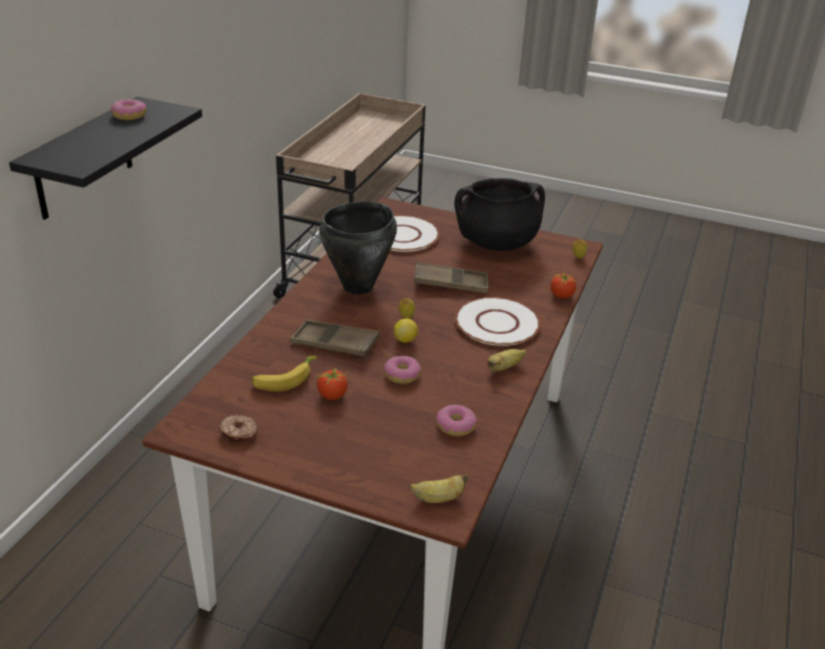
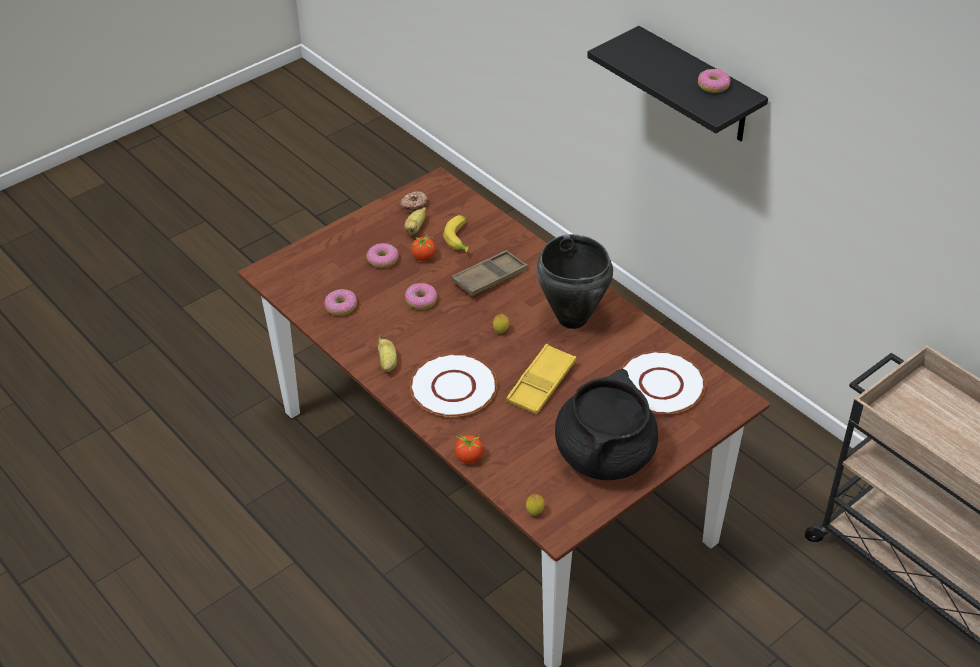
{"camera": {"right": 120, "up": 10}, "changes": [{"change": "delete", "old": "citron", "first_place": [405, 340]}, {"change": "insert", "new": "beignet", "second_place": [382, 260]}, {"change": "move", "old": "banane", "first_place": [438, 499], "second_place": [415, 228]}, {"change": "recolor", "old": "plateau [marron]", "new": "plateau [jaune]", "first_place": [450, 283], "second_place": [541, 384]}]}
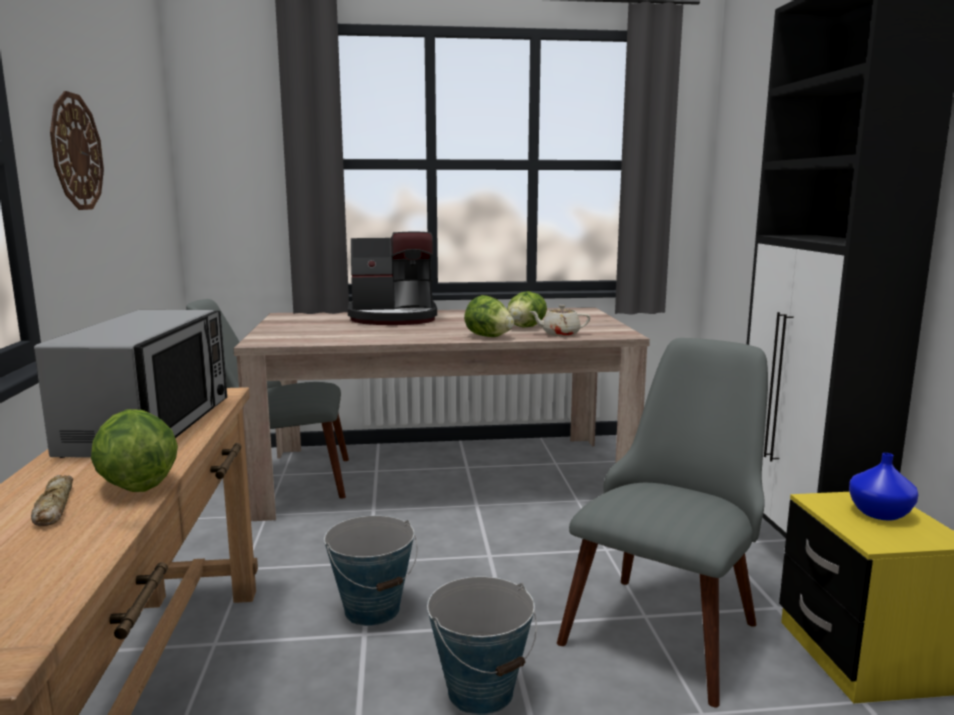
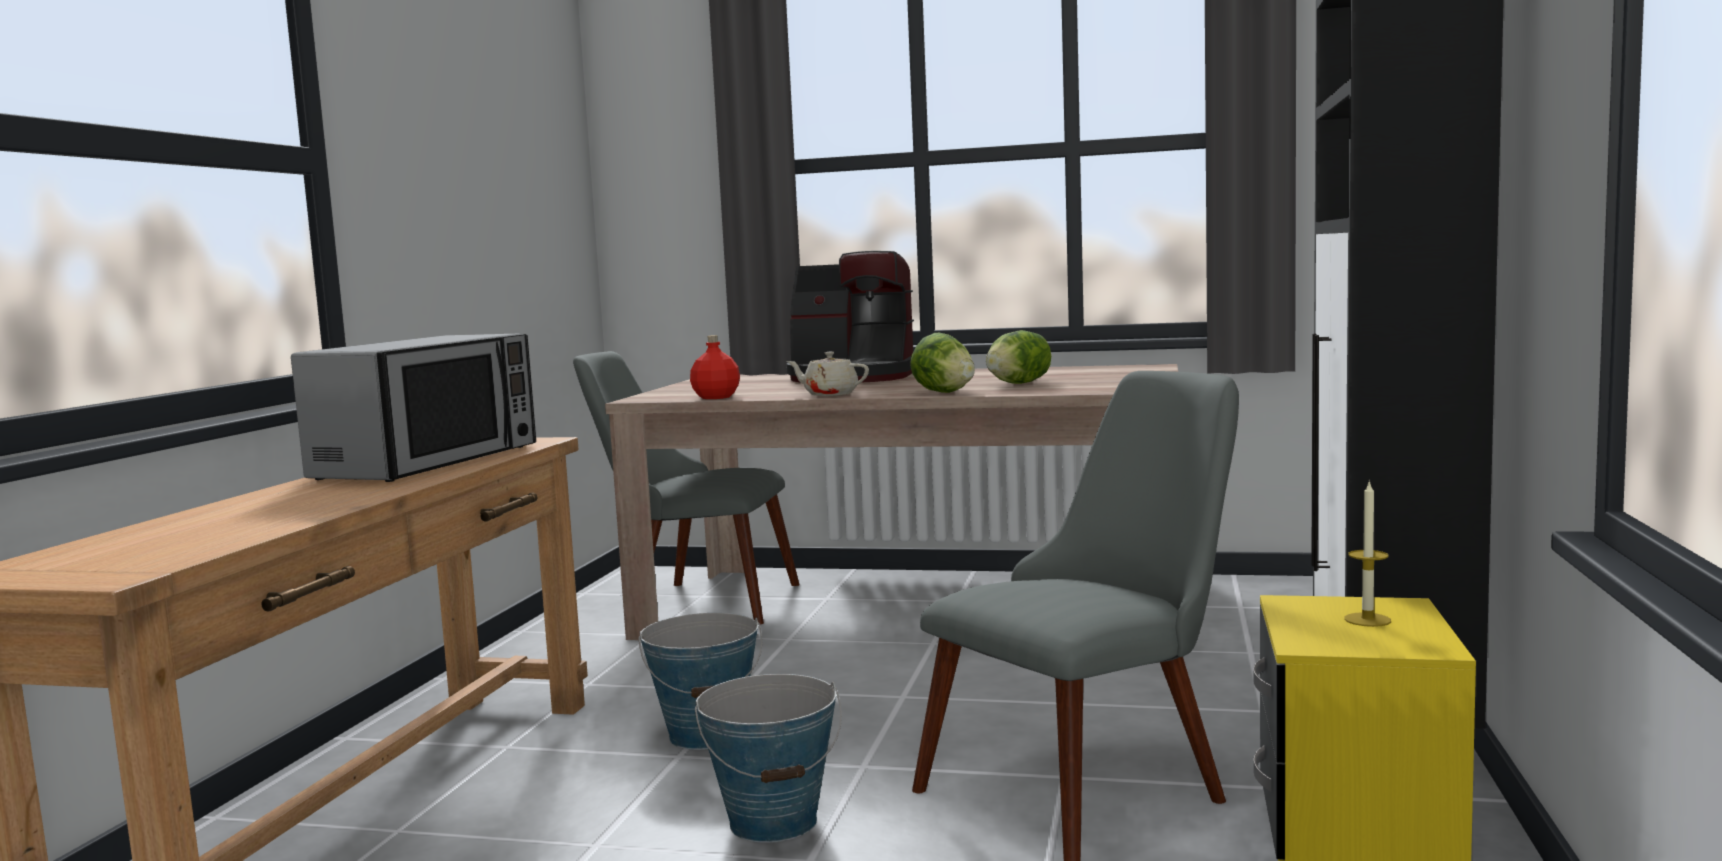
{"camera": {"right": 20, "up": -5}, "changes": [{"change": "delete", "old": "pain", "first_place": [53, 507]}, {"change": "delete", "old": "horloge murale", "first_place": [76, 152]}, {"change": "delete", "old": "laitue", "first_place": [136, 485]}, {"change": "insert", "new": "bouteille [rouge]", "second_place": [716, 397]}, {"change": "move", "old": "théière [beige]", "first_place": [560, 334], "second_place": [829, 394]}, {"change": "replace", "old": "vase [bleu]", "new": "bougie", "first_place": [879, 514], "second_place": [1367, 620]}]}
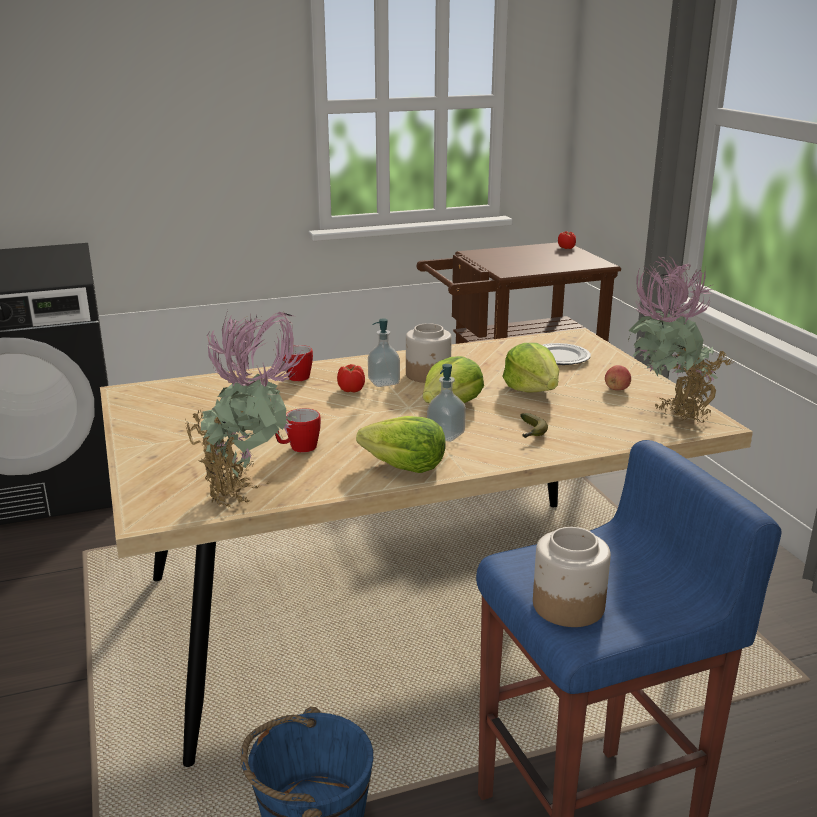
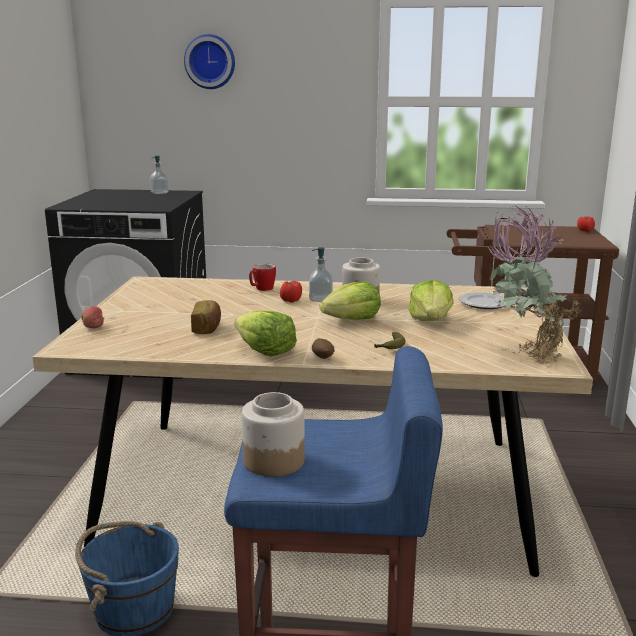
{"camera": {"right": 25, "up": -5}, "changes": [{"change": "delete", "old": "plante en pot", "first_place": [251, 494]}, {"change": "insert", "new": "horloge murale", "second_place": [210, 62]}, {"change": "insert", "new": "pomme de terre", "second_place": [323, 358]}, {"change": "move", "old": "distributeur de savon", "first_place": [445, 435], "second_place": [159, 193]}, {"change": "move", "old": "pomme", "first_place": [616, 389], "second_place": [94, 327]}, {"change": "replace", "old": "mug", "new": "pain", "first_place": [298, 448], "second_place": [207, 328]}]}
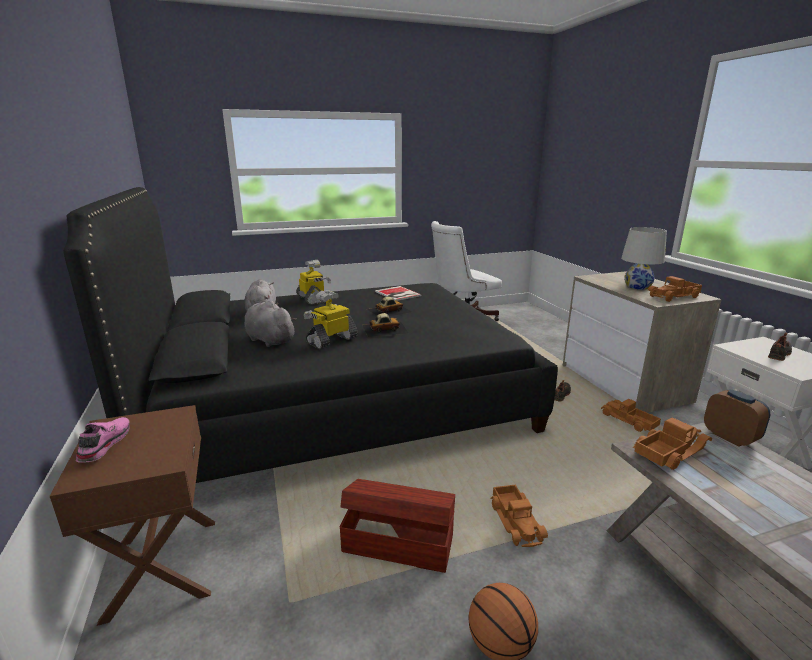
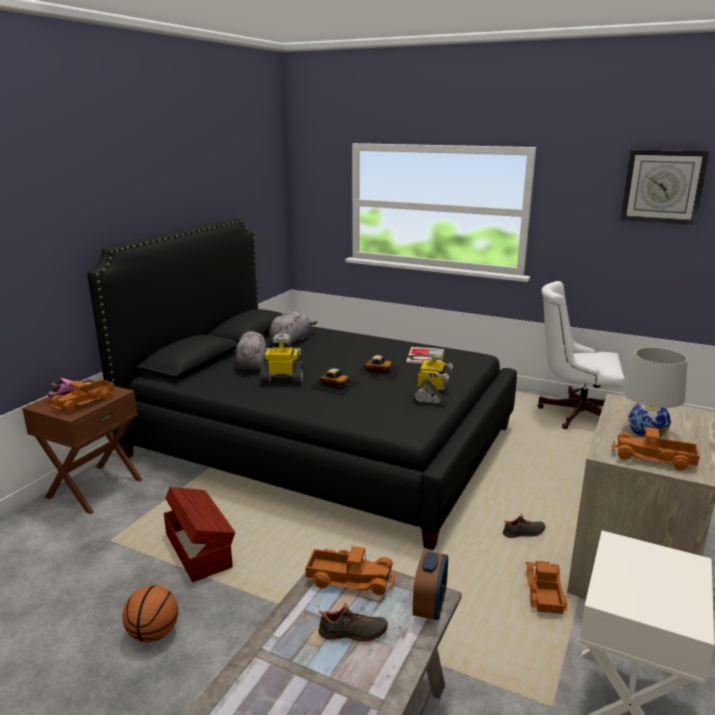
{"camera": {"right": 45, "up": 0}, "changes": [{"change": "insert", "new": "horloge murale", "second_place": [663, 186]}, {"change": "move", "old": "robot jouet", "first_place": [313, 299], "second_place": [431, 395]}, {"change": "move", "old": "camion jouet", "first_place": [517, 521], "second_place": [85, 402]}, {"change": "move", "old": "chaussure [noir]", "first_place": [779, 354], "second_place": [353, 634]}]}
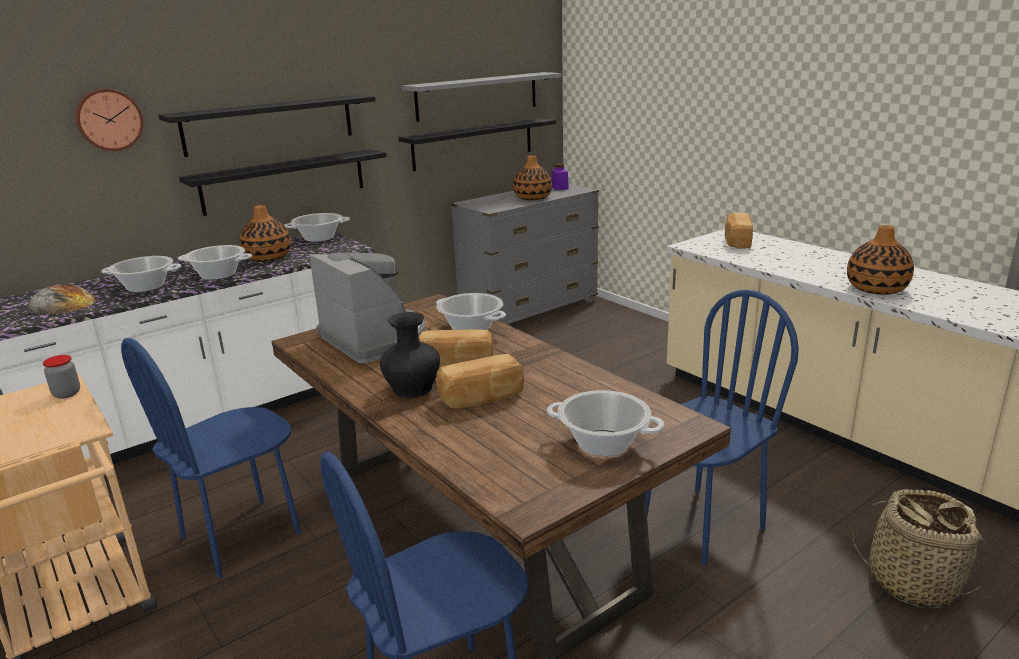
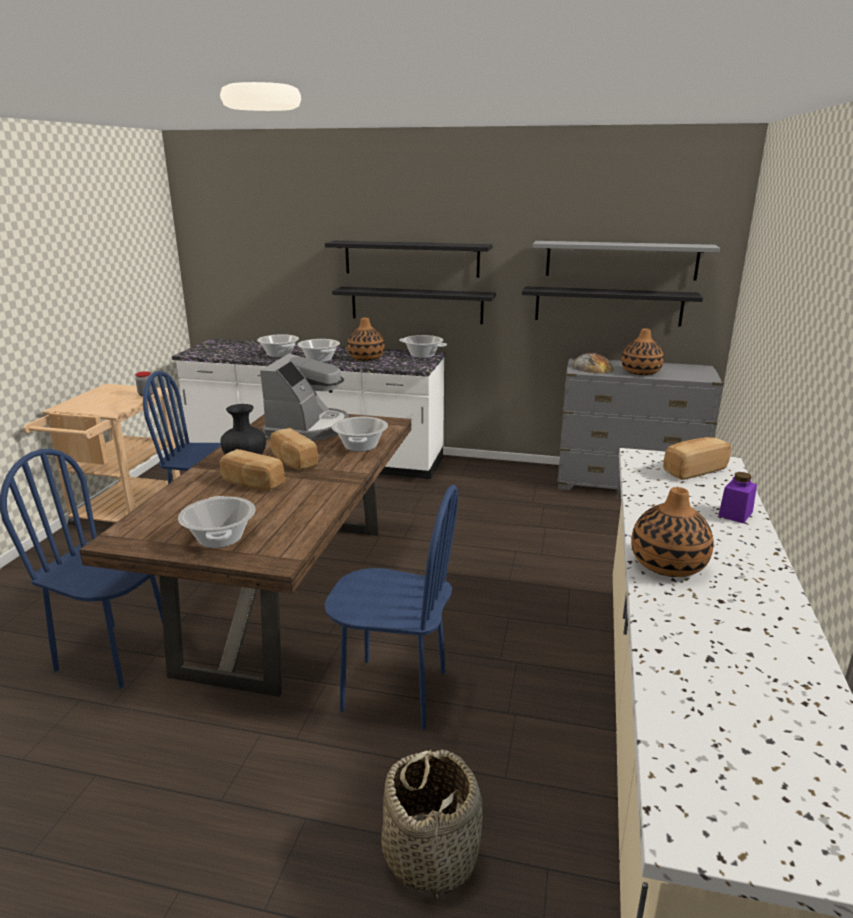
{"camera": {"right": 50, "up": 0}, "changes": [{"change": "delete", "old": "horloge murale", "first_place": [109, 119]}, {"change": "move", "old": "pain", "first_place": [61, 304], "second_place": [592, 367]}, {"change": "move", "old": "bocal [violet]", "first_place": [559, 188], "second_place": [735, 514]}]}
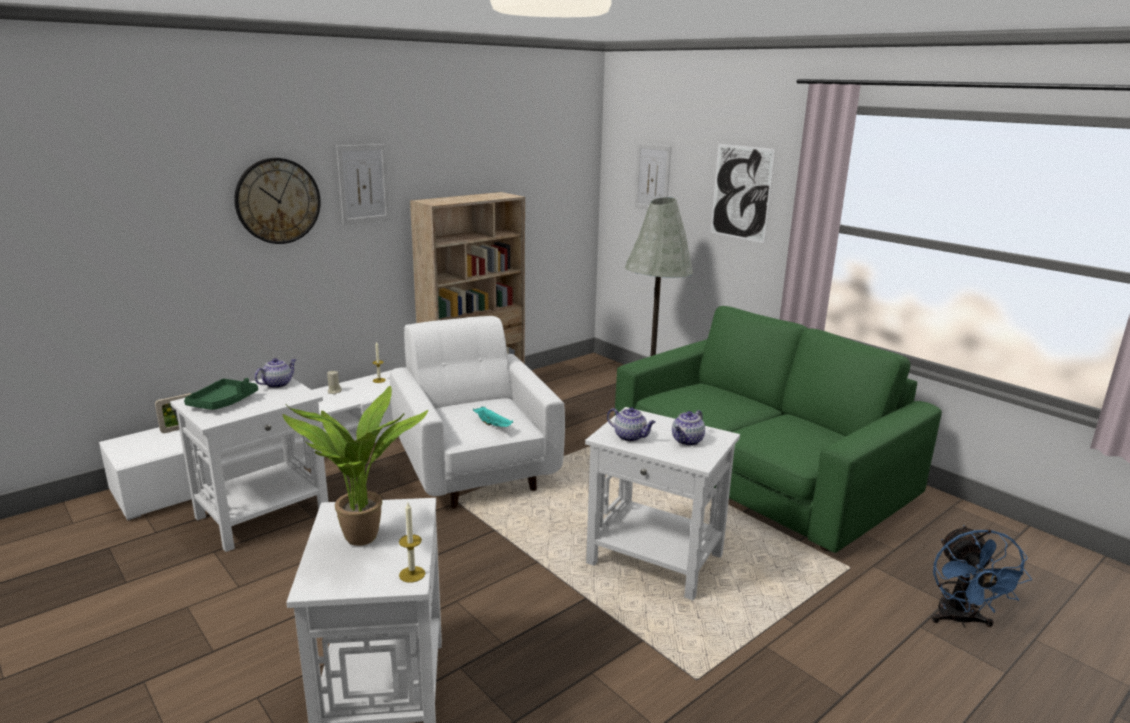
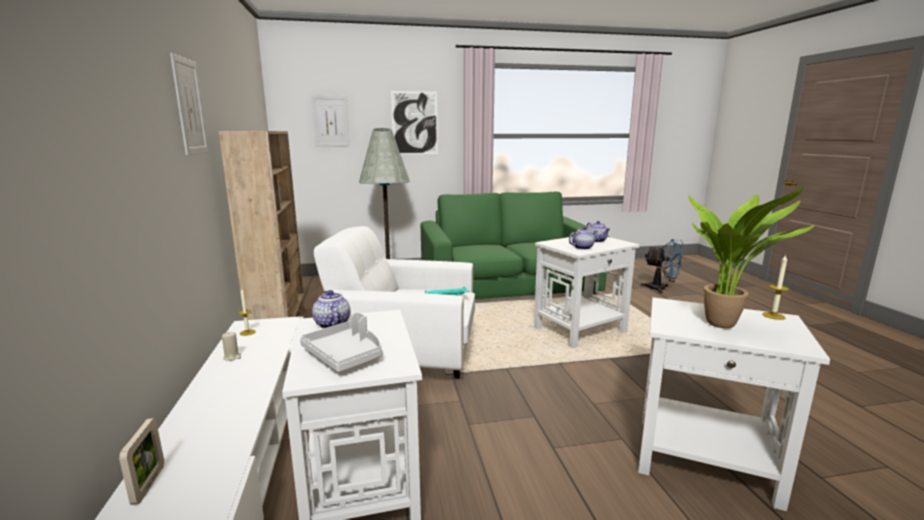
{"camera": {"right": -60, "up": -5}, "changes": [{"change": "delete", "old": "horloge murale", "first_place": [278, 201]}, {"change": "recolor", "old": "plateau [vert]", "new": "plateau [gris]", "first_place": [223, 402], "second_place": [345, 355]}]}
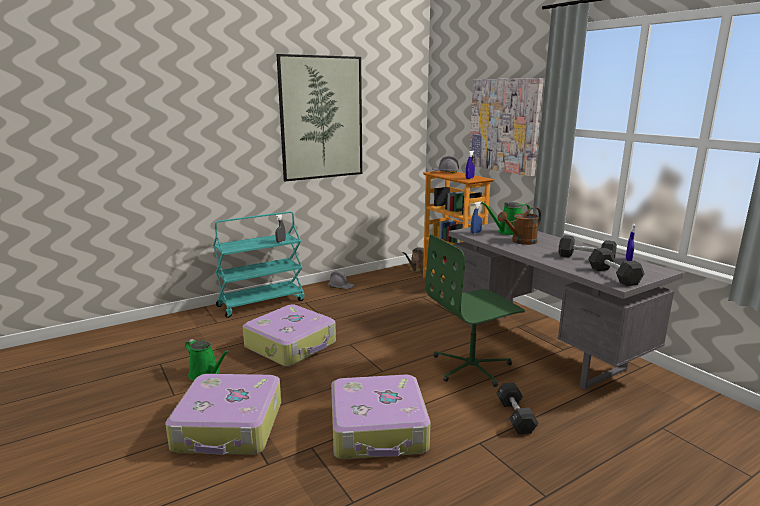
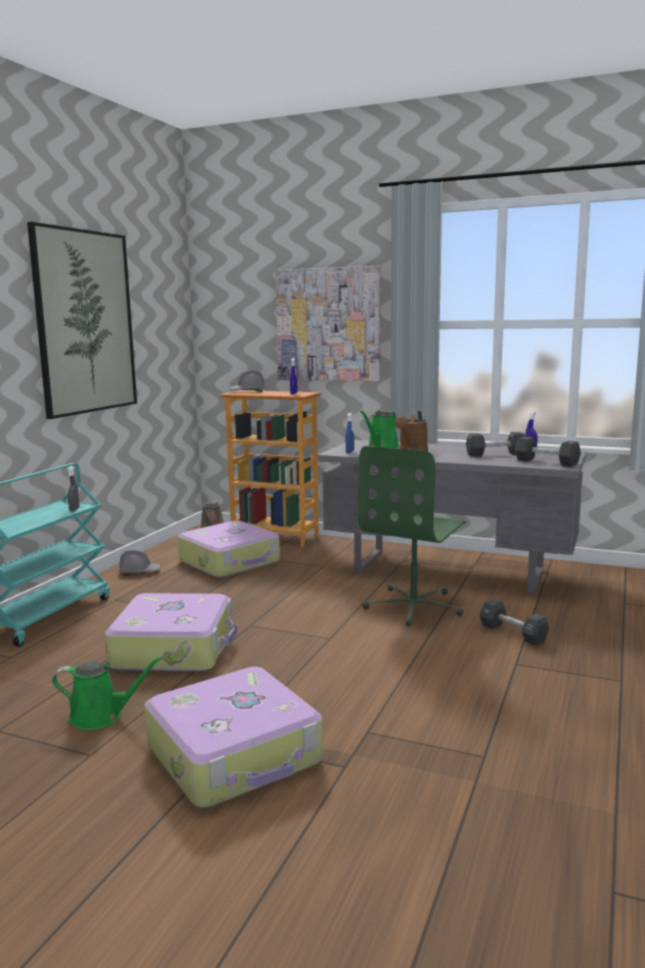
{"camera": {"right": -35, "up": -5}, "changes": [{"change": "move", "old": "valise", "first_place": [379, 429], "second_place": [230, 561]}]}
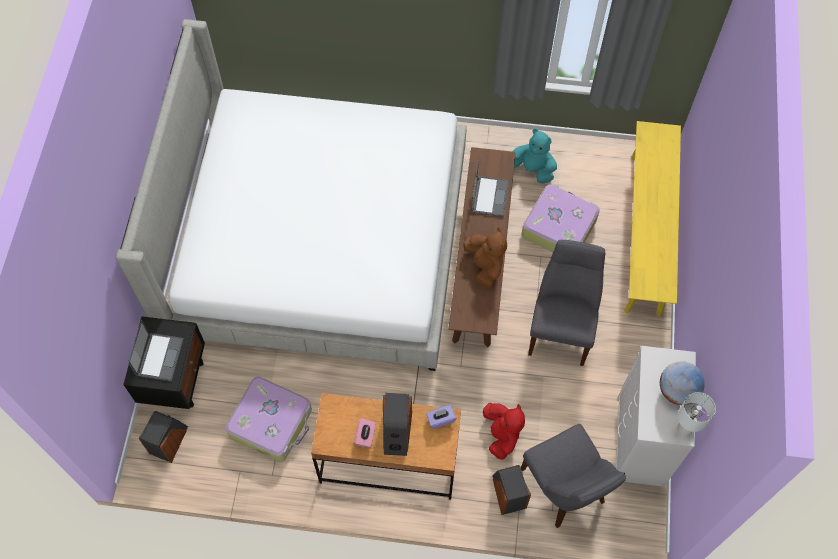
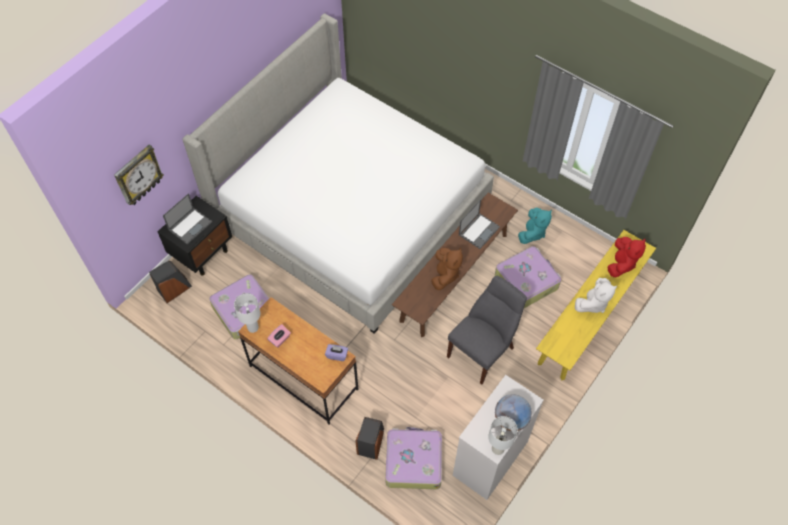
{"camera": {"right": 30, "up": -5}, "changes": [{"change": "delete", "old": "enceinte", "first_place": [396, 433]}, {"change": "insert", "new": "horloge murale", "second_place": [138, 175]}, {"change": "insert", "new": "lampe de table [blanc]", "second_place": [252, 327]}, {"change": "insert", "new": "peluche [blanc]", "second_place": [593, 303]}, {"change": "move", "old": "peluche [rouge]", "first_place": [501, 434], "second_place": [621, 264]}, {"change": "replace", "old": "chaise [gris]", "new": "valise", "first_place": [565, 489], "second_place": [413, 461]}, {"change": "rotate", "old": "peluche [turquoise]", "first_place": [532, 169], "second_place": [532, 233], "degrees": 60}]}
